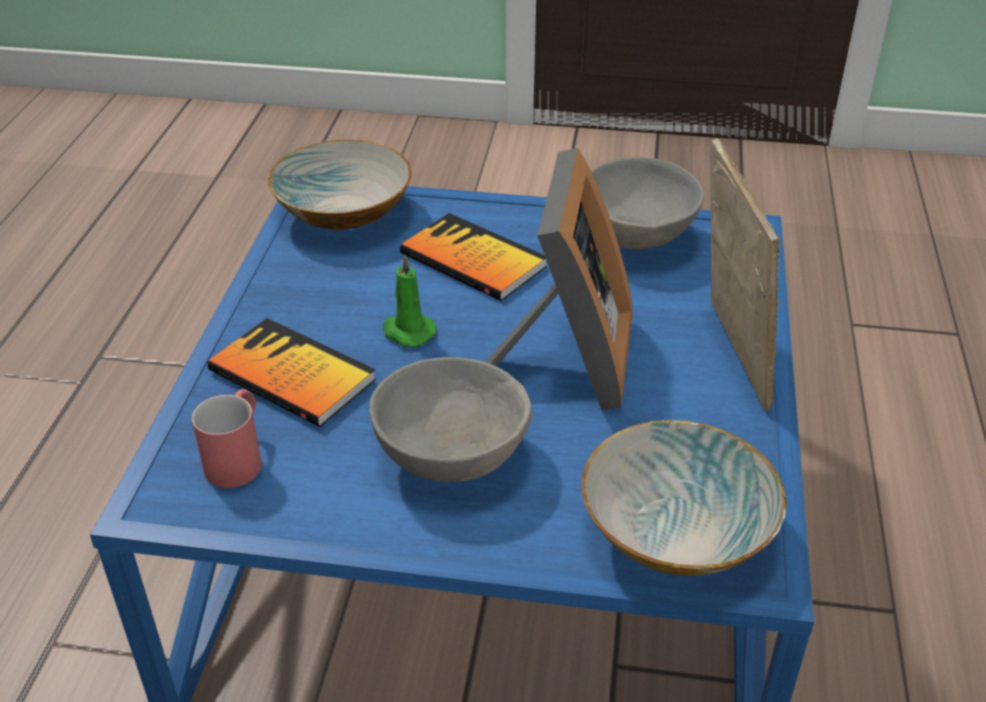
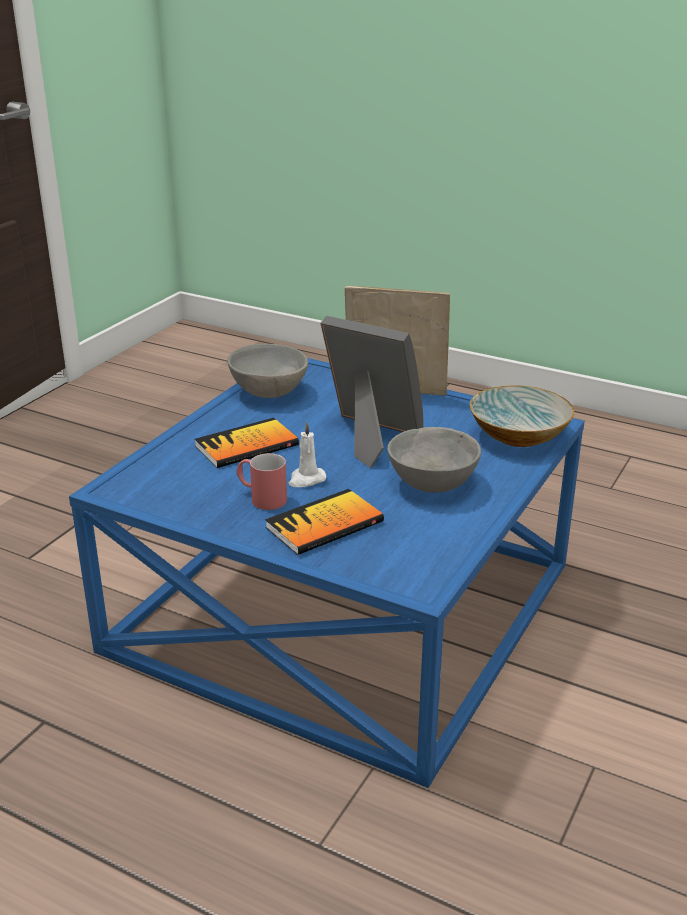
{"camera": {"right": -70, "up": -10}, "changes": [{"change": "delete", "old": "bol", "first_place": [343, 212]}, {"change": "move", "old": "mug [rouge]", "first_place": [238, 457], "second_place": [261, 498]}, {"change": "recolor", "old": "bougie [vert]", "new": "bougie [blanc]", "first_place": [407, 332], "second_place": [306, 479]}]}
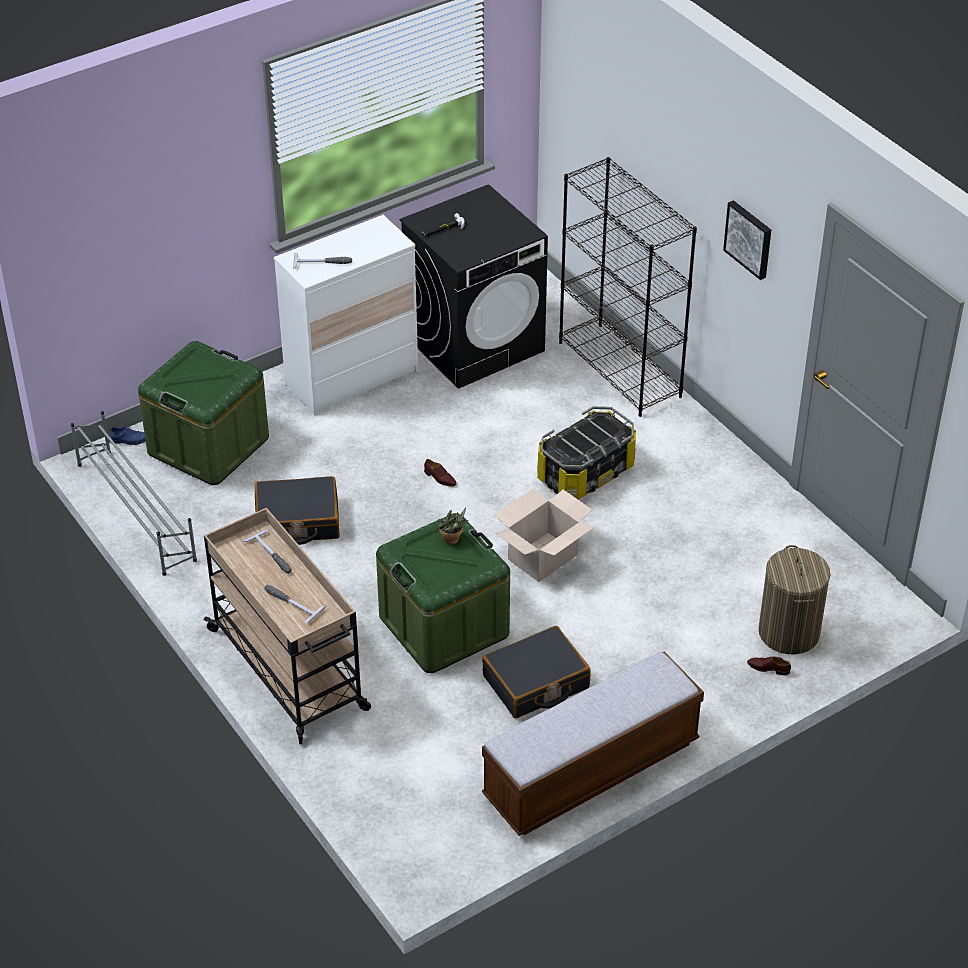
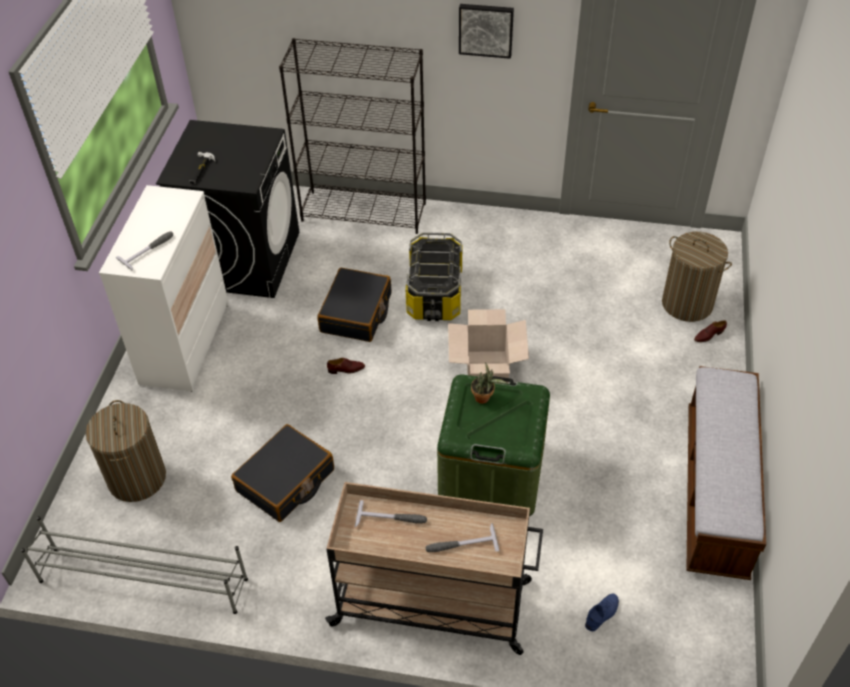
{"camera": {"right": -45, "up": 5}, "changes": [{"change": "move", "old": "chaussure [bleu]", "first_place": [128, 439], "second_place": [602, 613]}, {"change": "move", "old": "valise [noir]", "first_place": [536, 683], "second_place": [356, 313]}, {"change": "replace", "old": "boîte de rangement [vert]", "new": "panier à linge", "first_place": [208, 446], "second_place": [137, 478]}]}
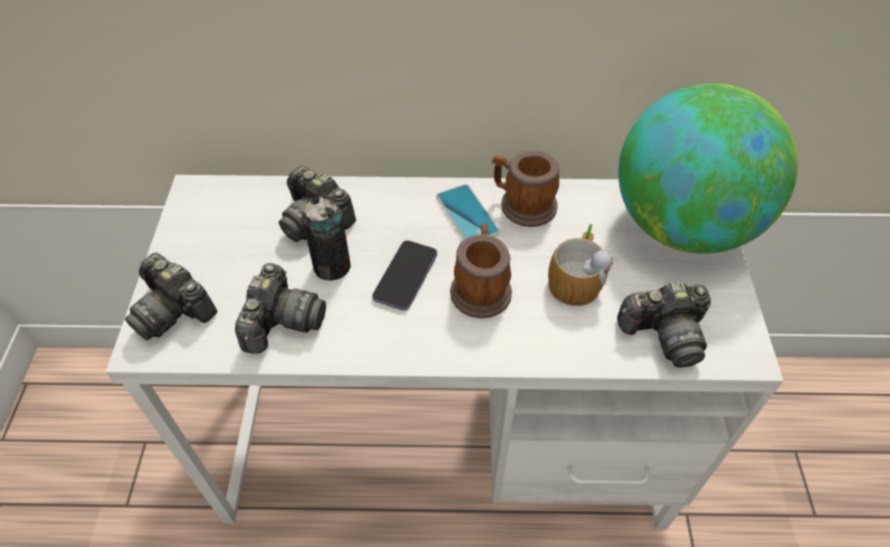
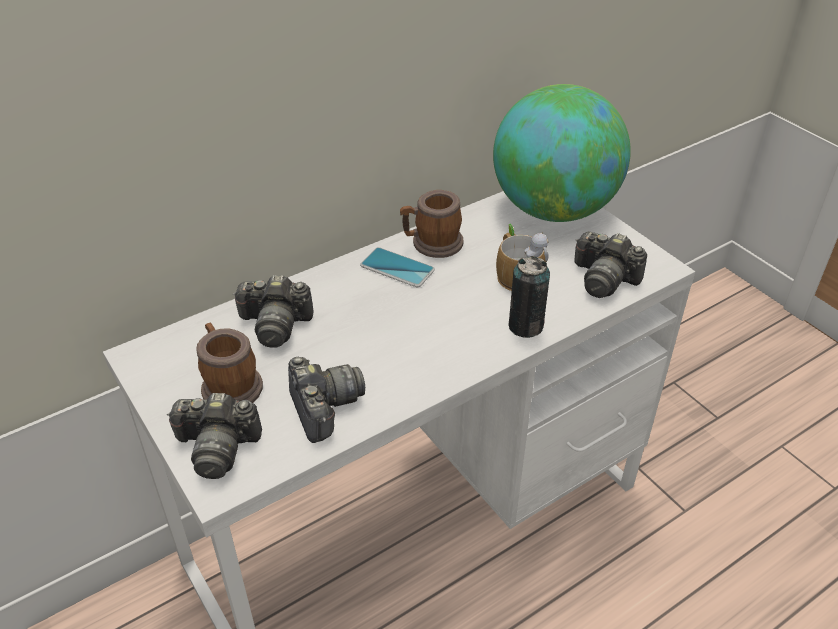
{"camera": {"right": -35, "up": -10}, "changes": [{"change": "delete", "old": "téléphone", "first_place": [405, 276]}, {"change": "move", "old": "boîte métallique", "first_place": [332, 266], "second_place": [525, 326]}, {"change": "move", "old": "mug", "first_place": [480, 287], "second_place": [229, 384]}, {"change": "rotate", "old": "appareil photo", "first_place": [664, 334], "second_place": [604, 279], "degrees": 75}]}
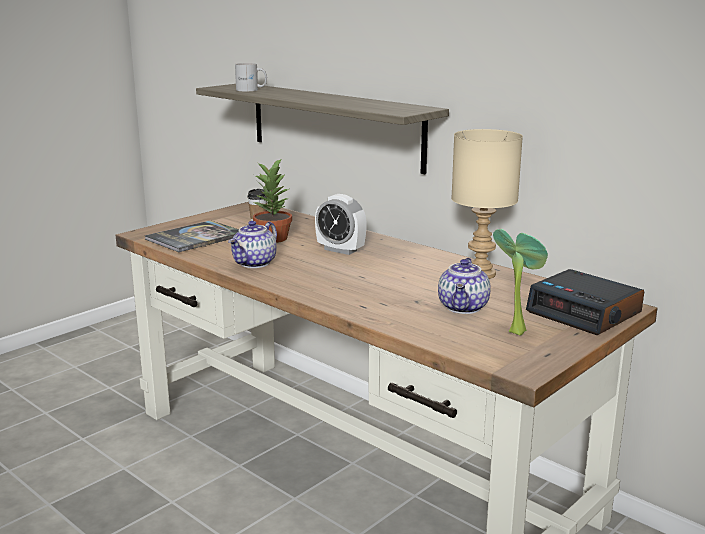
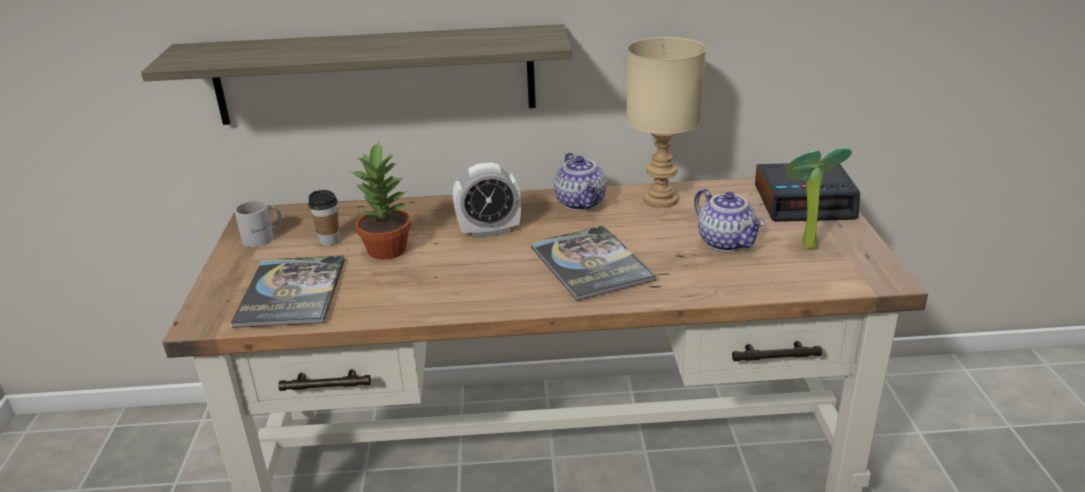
{"camera": {"right": -45, "up": 10}, "changes": [{"change": "insert", "new": "livre", "second_place": [590, 264]}, {"change": "move", "old": "théière", "first_place": [255, 263], "second_place": [581, 203]}, {"change": "move", "old": "mug [blanc]", "first_place": [251, 90], "second_place": [264, 237]}]}
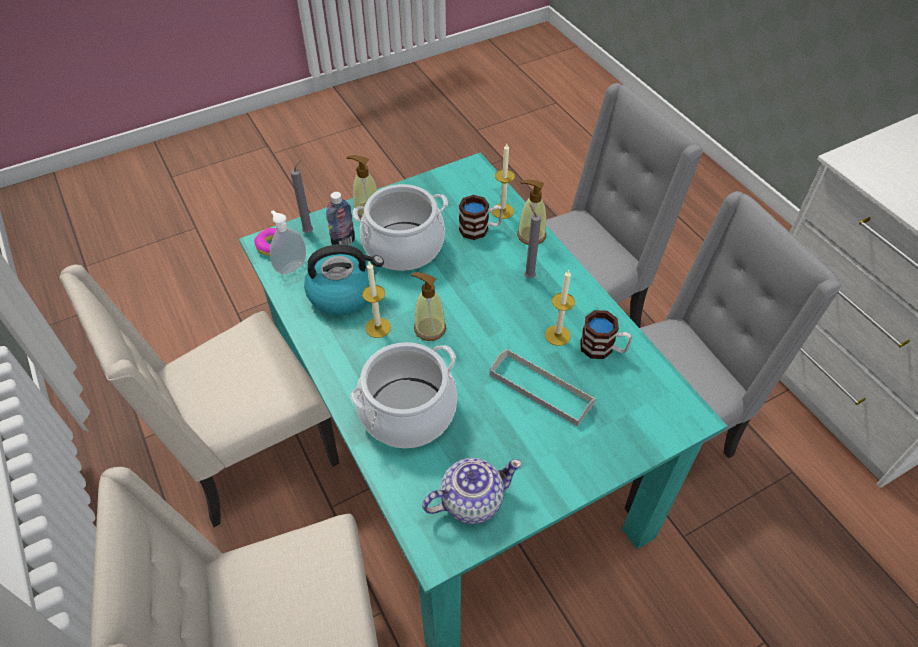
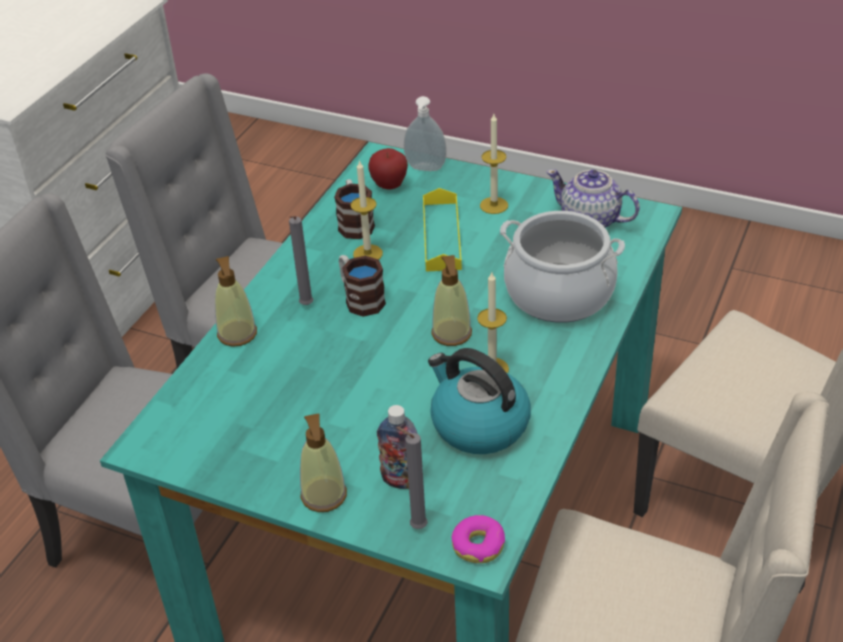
{"camera": {"right": -125, "up": -10}, "changes": [{"change": "delete", "old": "marmite", "first_place": [403, 246]}, {"change": "insert", "new": "pomme", "second_place": [389, 186]}, {"change": "move", "old": "distributeur de savon", "first_place": [290, 266], "second_place": [425, 169]}, {"change": "move", "old": "mug", "first_place": [480, 229], "second_place": [360, 299]}, {"change": "move", "old": "bougie", "first_place": [502, 211], "second_place": [494, 205]}, {"change": "recolor", "old": "plateau [gris]", "new": "plateau [jaune]", "first_place": [541, 389], "second_place": [441, 236]}]}
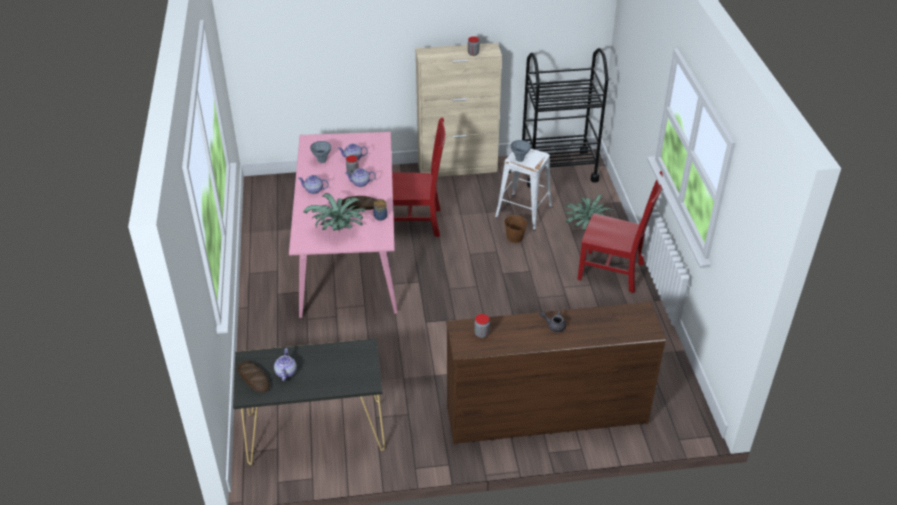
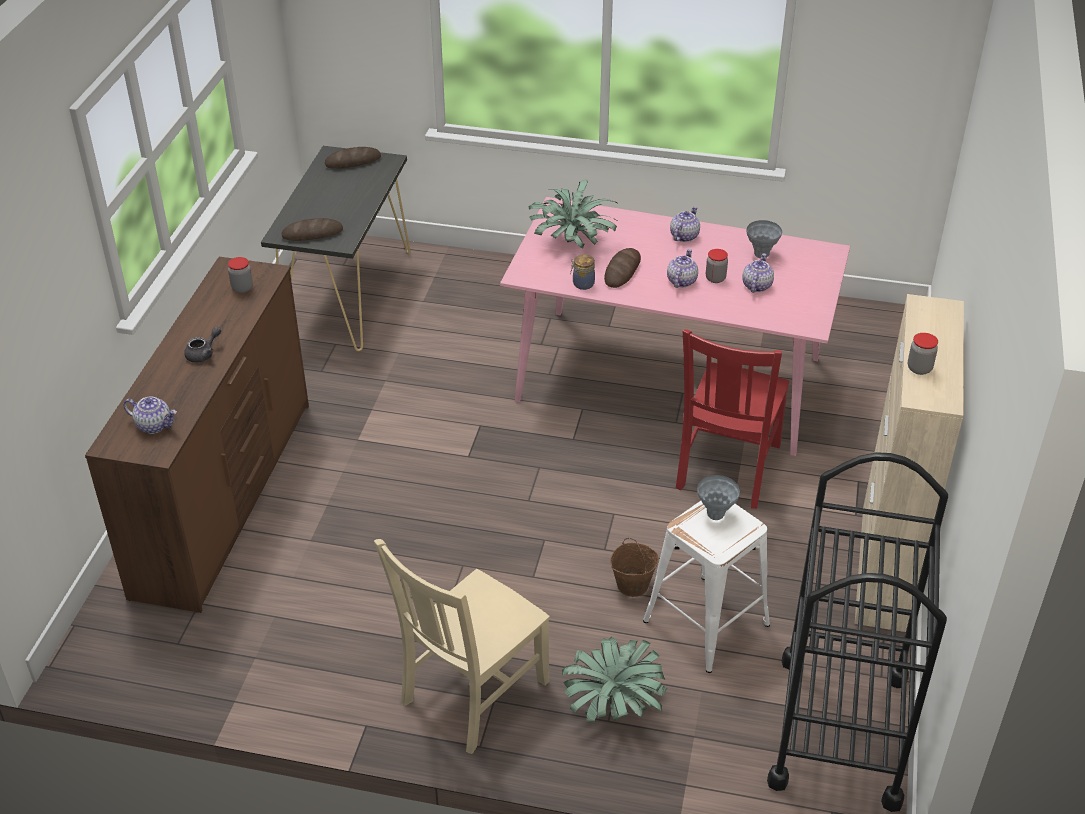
{"camera": {"right": 110, "up": 0}, "changes": [{"change": "insert", "new": "pain", "second_place": [312, 234]}, {"change": "move", "old": "théière", "first_place": [285, 372], "second_place": [154, 425]}, {"change": "recolor", "old": "chaise [rouge]", "new": "chaise [beige]", "first_place": [613, 272], "second_place": [471, 695]}]}
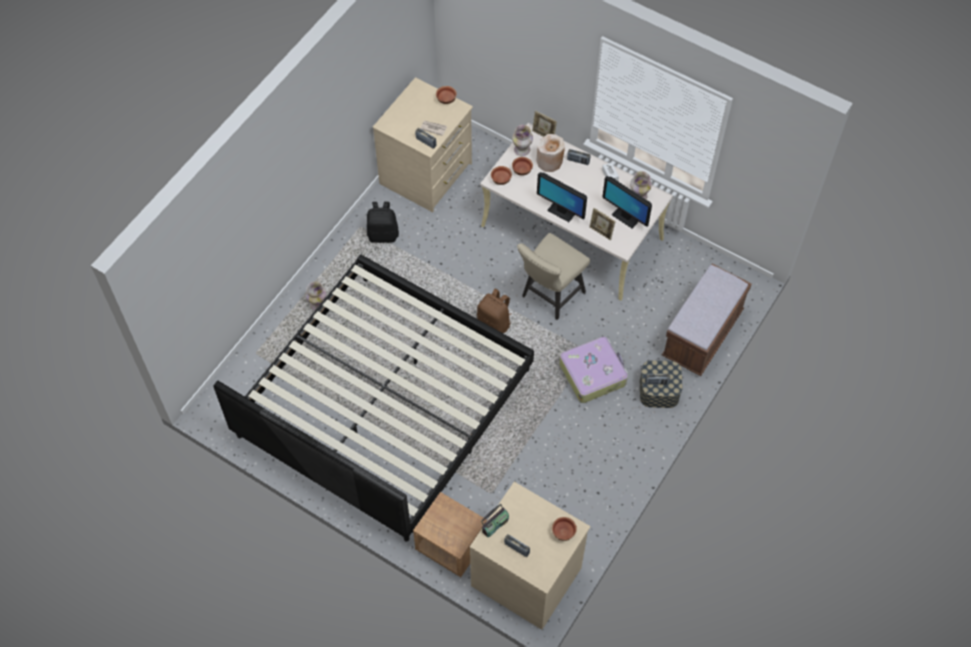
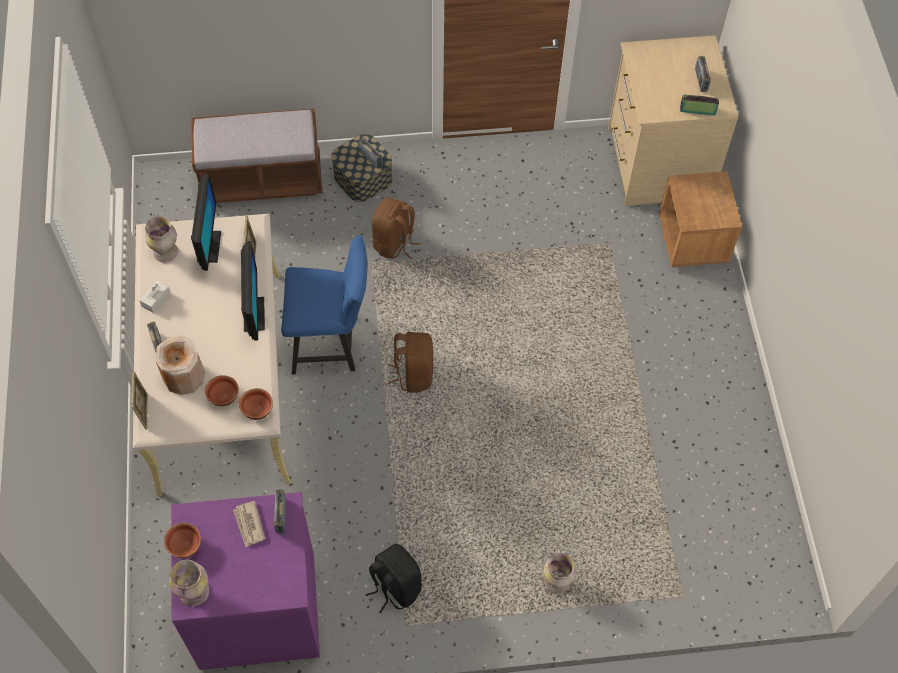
{"camera": {"right": -130, "up": 0}, "changes": [{"change": "delete", "old": "lit", "first_place": [384, 403]}, {"change": "delete", "old": "bol", "first_place": [563, 532]}, {"change": "move", "old": "vase", "first_place": [522, 150], "second_place": [195, 592]}, {"change": "replace", "old": "valise", "new": "sac à dos [marron]", "first_place": [593, 373], "second_place": [394, 243]}, {"change": "recolor", "old": "commode [beige]", "new": "commode [violet]", "first_place": [427, 174], "second_place": [257, 608]}, {"change": "recolor", "old": "chaise [beige]", "new": "chaise [bleu]", "first_place": [550, 296], "second_place": [331, 344]}]}
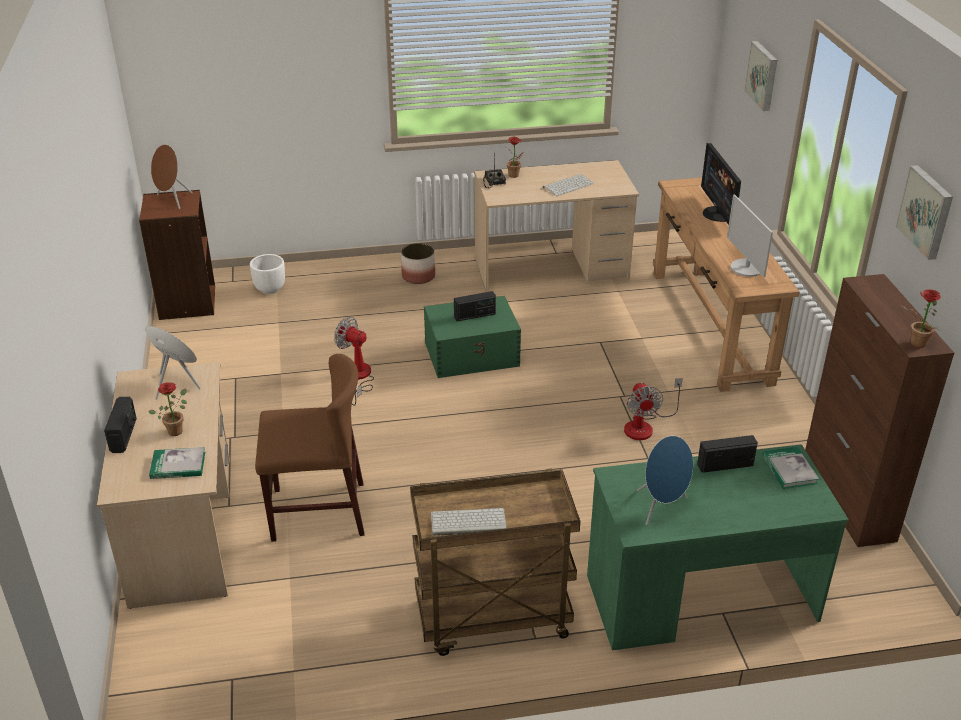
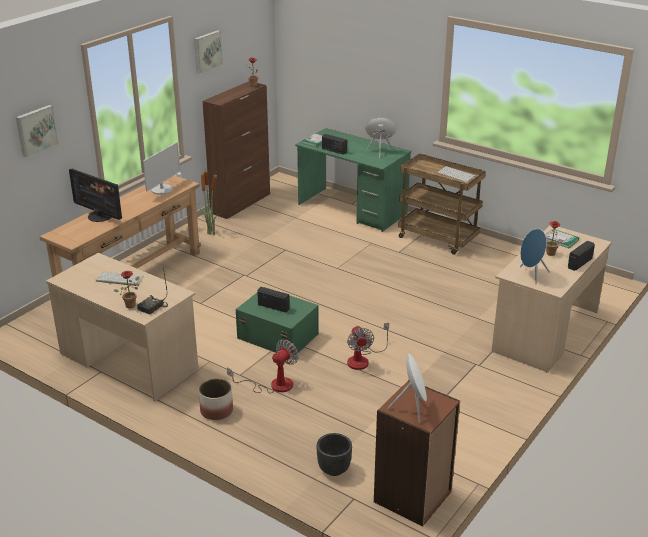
{"camera": {"right": -135, "up": -5}, "changes": [{"change": "delete", "old": "chaise [marron]", "first_place": [318, 511]}, {"change": "insert", "new": "plante en pot", "second_place": [210, 233]}, {"change": "move", "old": "ventilateur", "first_place": [645, 426], "second_place": [273, 385]}, {"change": "recolor", "old": "enceinte [marron]", "new": "enceinte [blanc]", "first_place": [172, 200], "second_place": [412, 409]}, {"change": "recolor", "old": "cache-pot [blanc]", "new": "cache-pot [noir]", "first_place": [270, 289], "second_place": [334, 468]}, {"change": "rotate", "old": "écran d'ordinateur", "first_place": [719, 214], "second_place": [100, 216], "degrees": 90}]}
